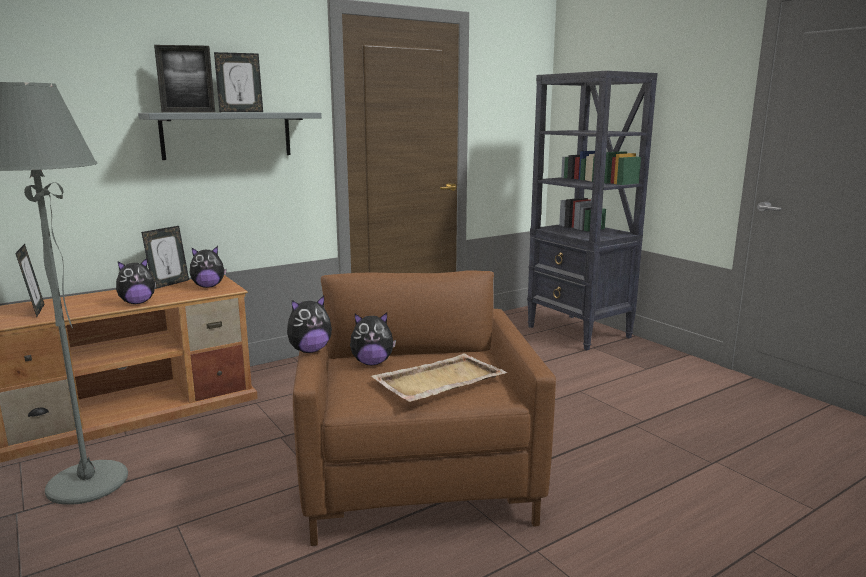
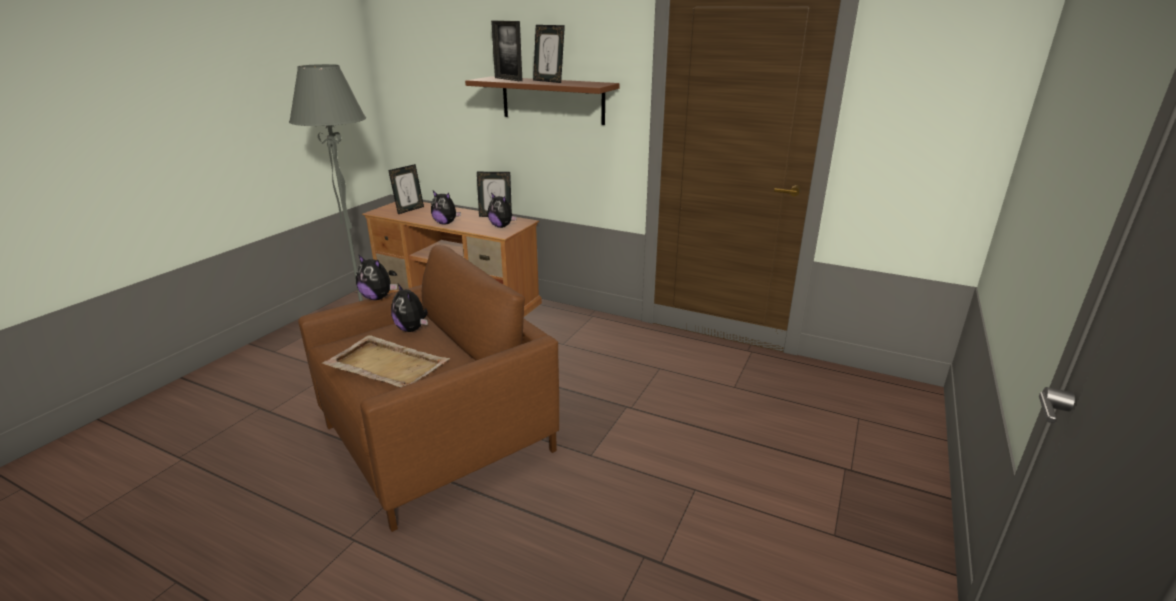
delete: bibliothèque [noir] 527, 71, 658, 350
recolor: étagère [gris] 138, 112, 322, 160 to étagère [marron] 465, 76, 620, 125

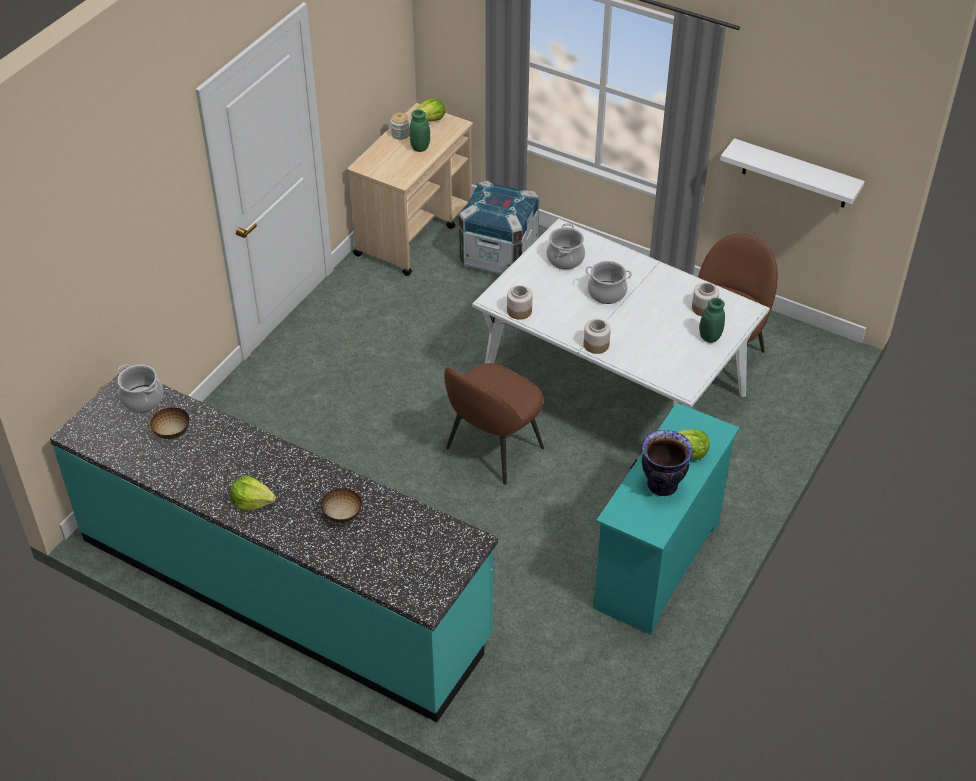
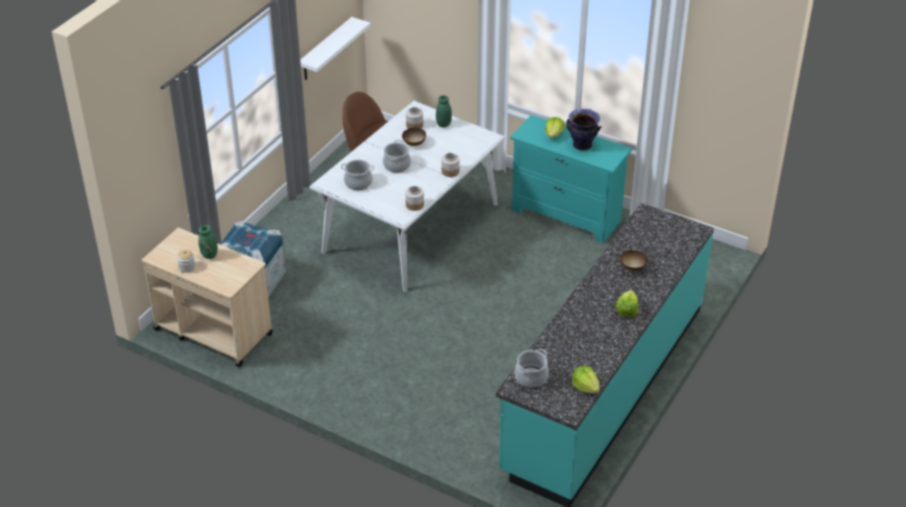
delete: chaise [marron] 444, 363, 544, 485
move: bol 150, 407, 189, 439 to 402, 128, 426, 146; laitue 416, 98, 445, 122 to 572, 366, 600, 394

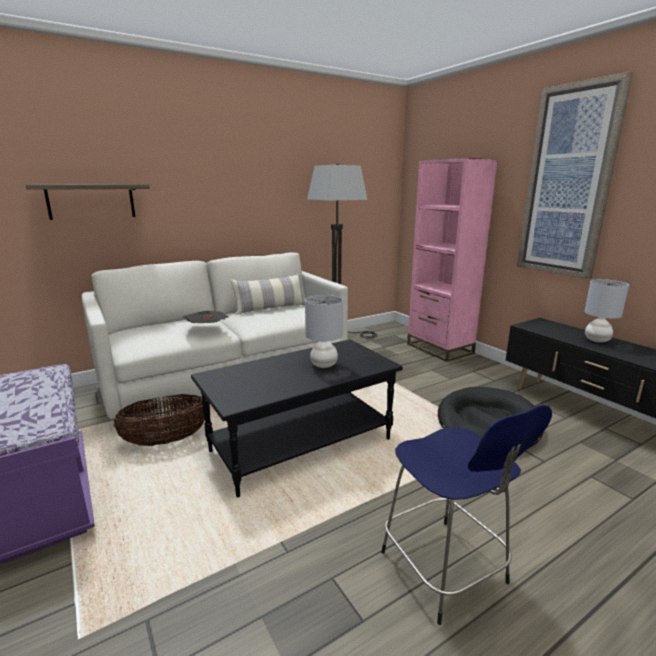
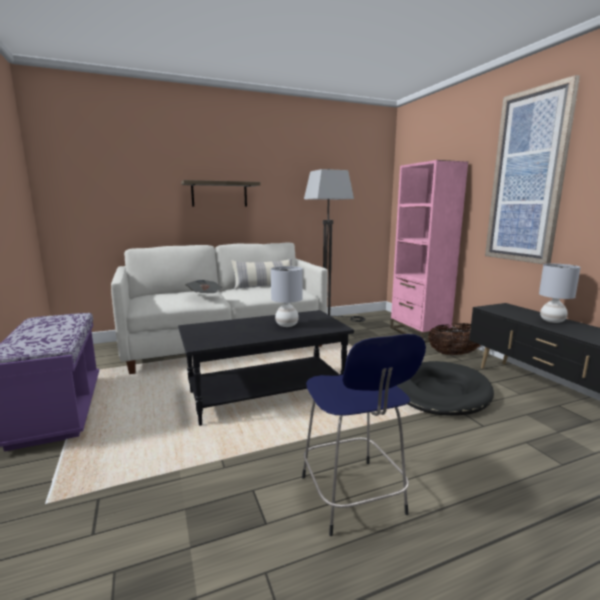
move: étagère 25, 184, 150, 220 to 181, 180, 260, 207; panier 113, 394, 205, 446 to 428, 323, 481, 355

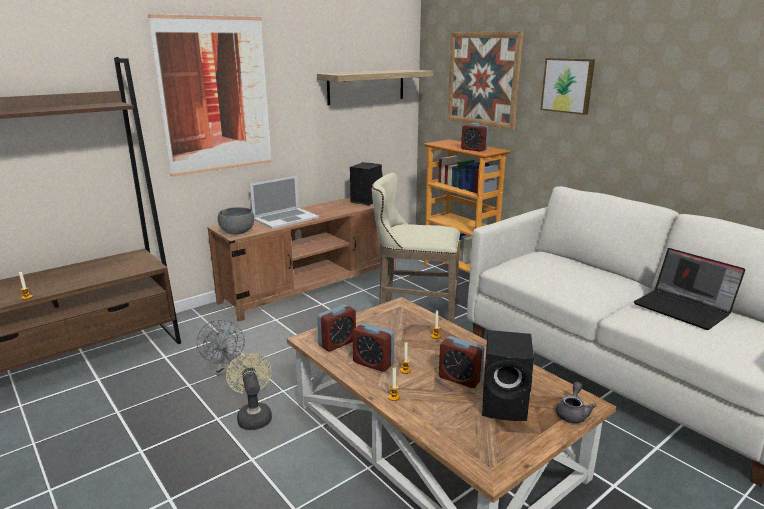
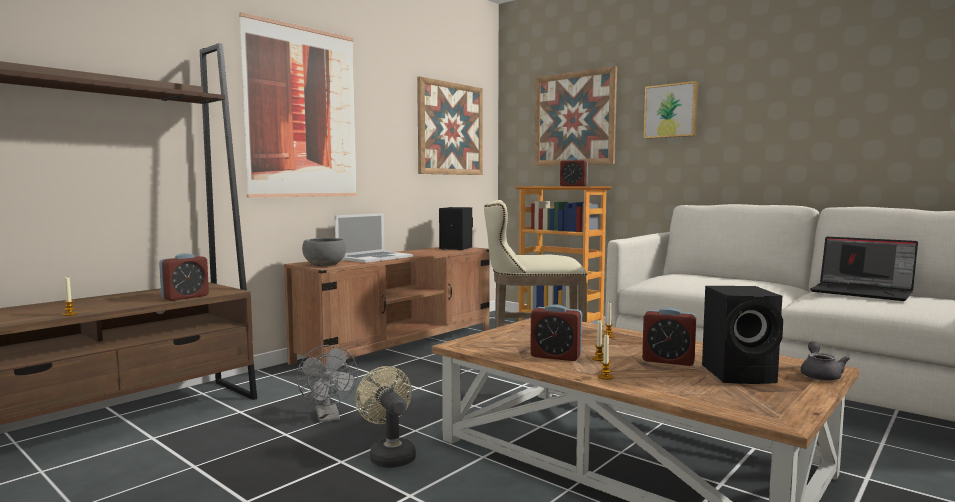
move: réveil 317, 304, 356, 351 to 159, 253, 209, 301
replace: étagère 317, 69, 433, 105 to tableau 417, 76, 483, 175

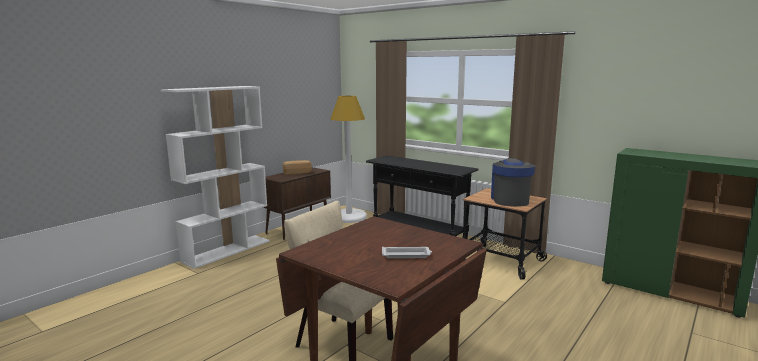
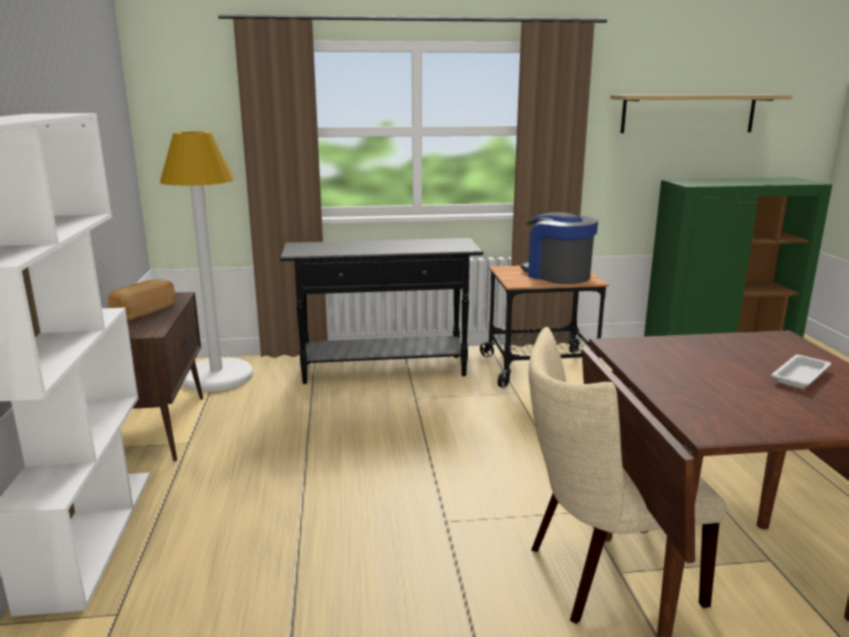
insert: étagère 610, 95, 792, 133

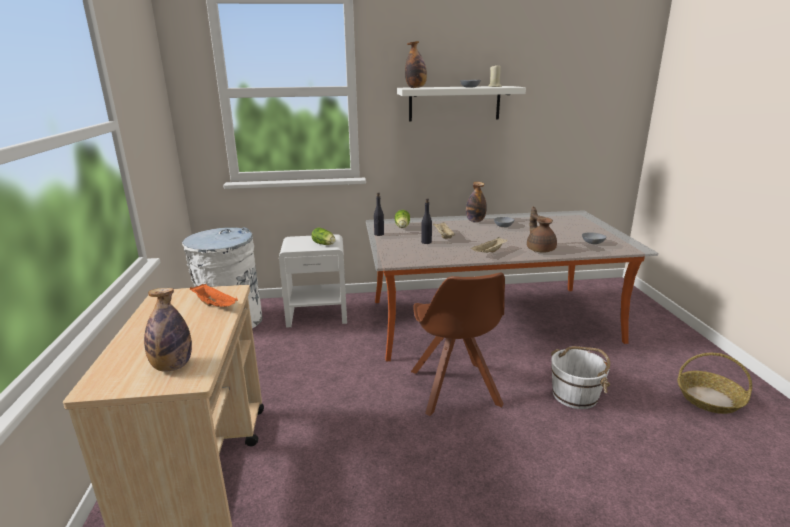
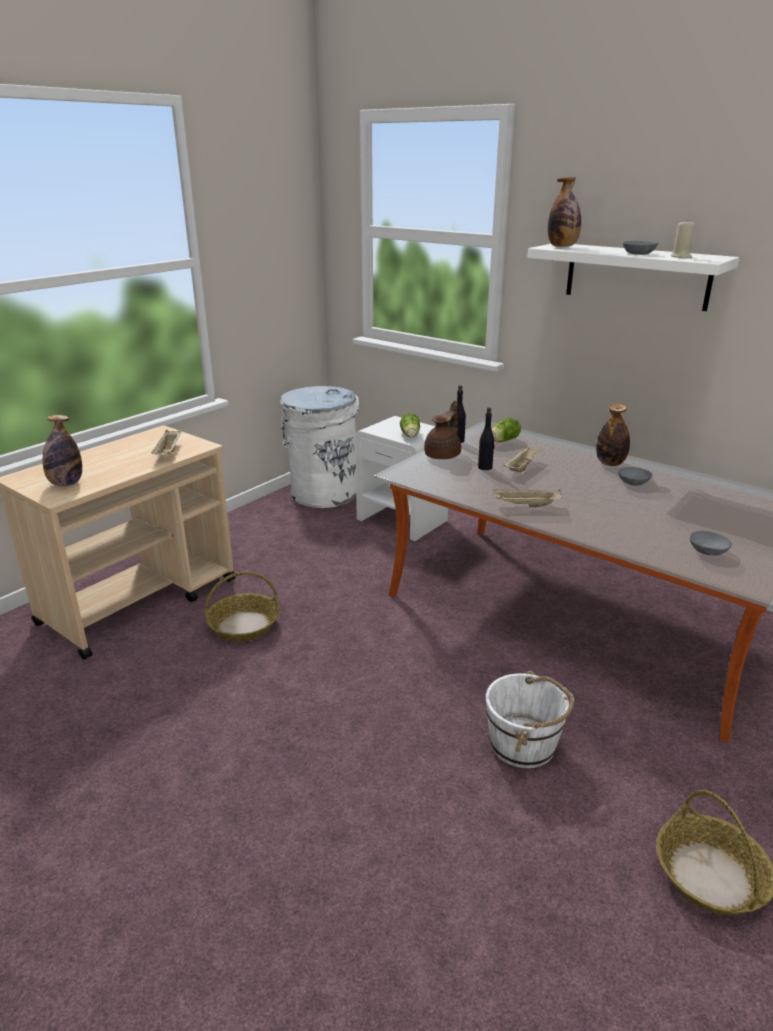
delete: chaise [marron] 411, 273, 505, 416
insert: panier 204, 572, 279, 642
move: théière [marron] 527, 207, 557, 252 to 424, 400, 461, 459
recolor: plateau [orange] 190, 284, 238, 307 to plateau [beige] 152, 430, 181, 455

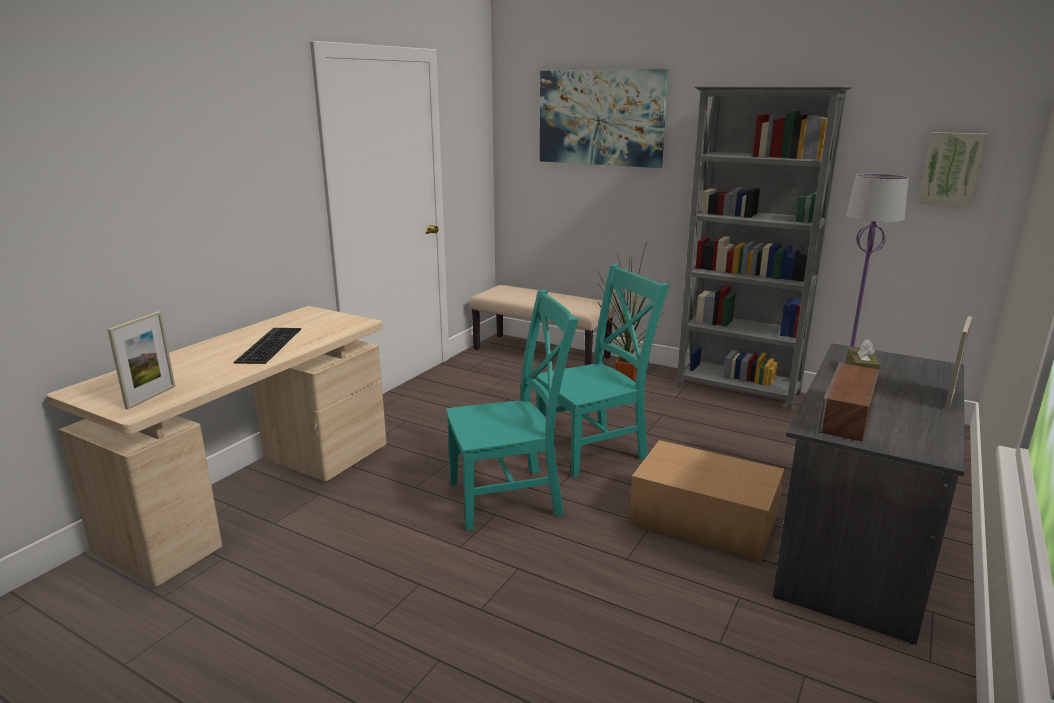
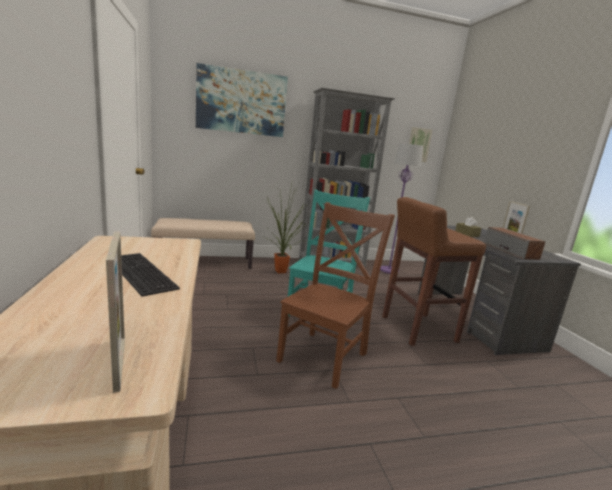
replace: carton 629, 440, 784, 561 to tabouret [marron] 382, 197, 486, 346
recolor: chaise [turquoise] 446, 290, 579, 531 to chaise [marron] 276, 202, 395, 389

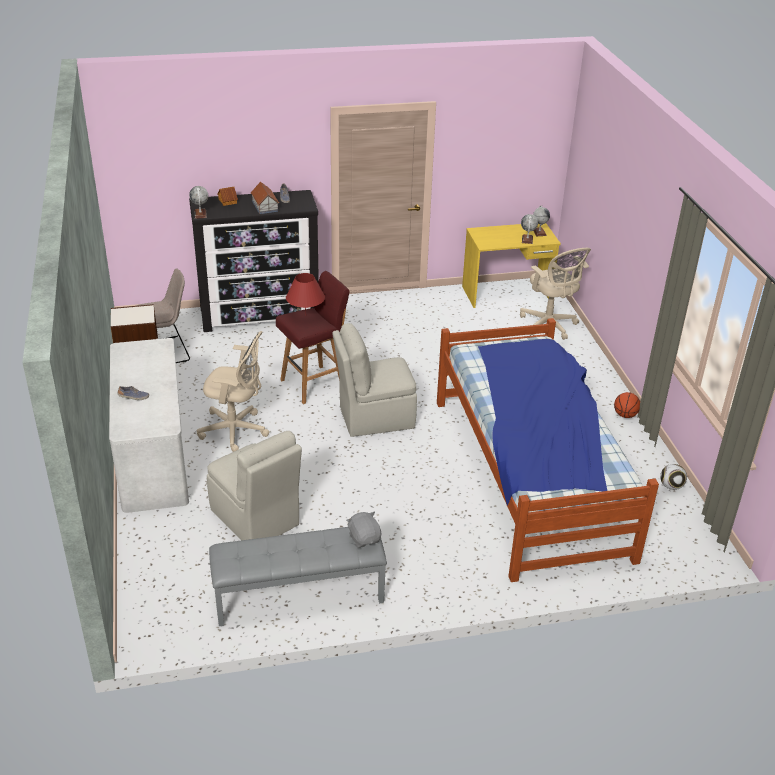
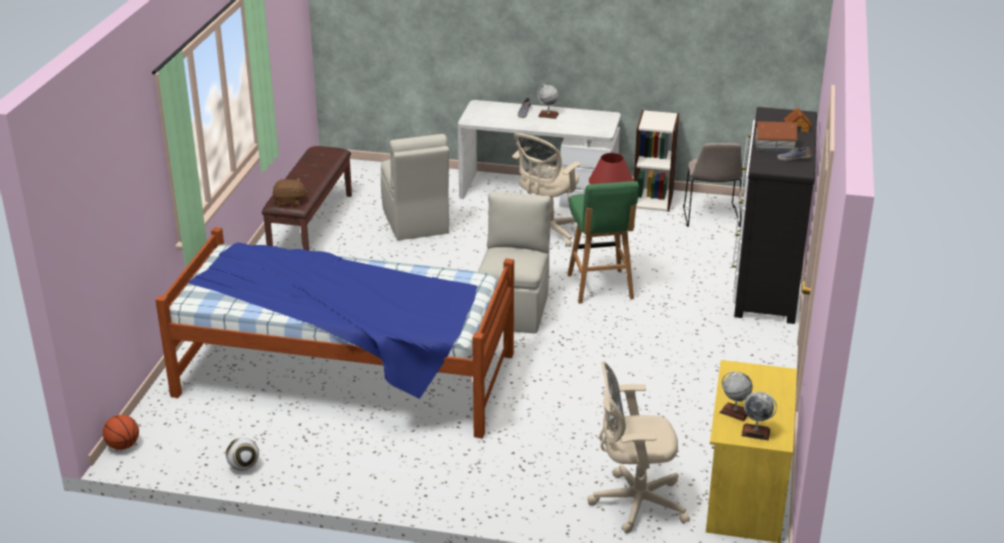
move: globe 189, 186, 208, 219 to 537, 84, 559, 119; ballon de basket 614, 392, 640, 418 to 103, 415, 139, 450
recolor: banc [gris] 209, 527, 387, 626 to banc [marron] 262, 146, 352, 251; tabouret [rouge] 276, 271, 350, 404 to tabouret [vert] 568, 181, 639, 304; peluche [gris] 346, 512, 381, 548 to peluche [marron] 273, 178, 308, 206
rotate: chaise [beige] 207, 431, 302, 540 = 381, 134, 449, 240 90 degrees counterclockwise

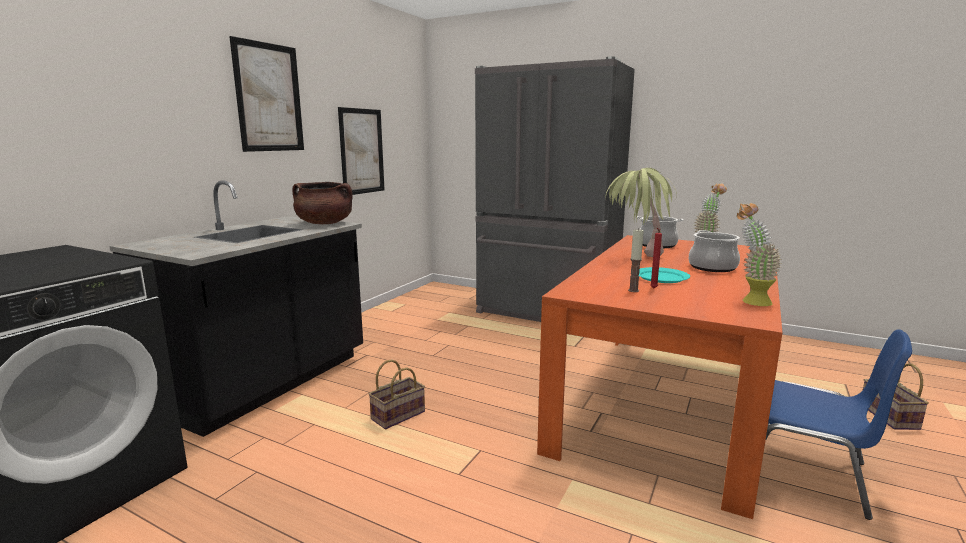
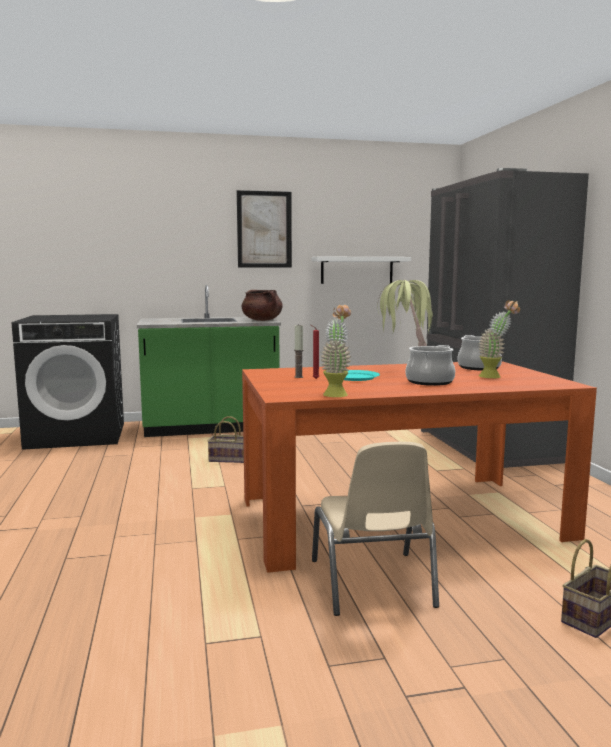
replace: tableau 338, 107, 385, 195 to étagère [blanc] 312, 257, 411, 284
recolor: comptoir de cuisine [noir] 110, 180, 363, 437 to comptoir de cuisine [vert] 137, 285, 281, 437; chaise [bleu] 765, 329, 912, 520 to chaise [beige] 312, 442, 439, 616

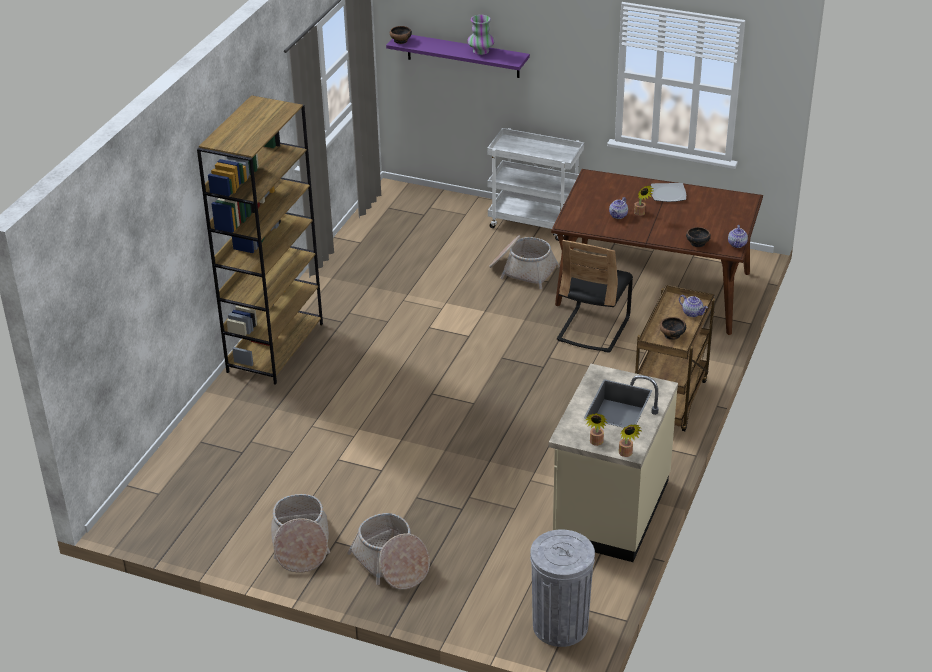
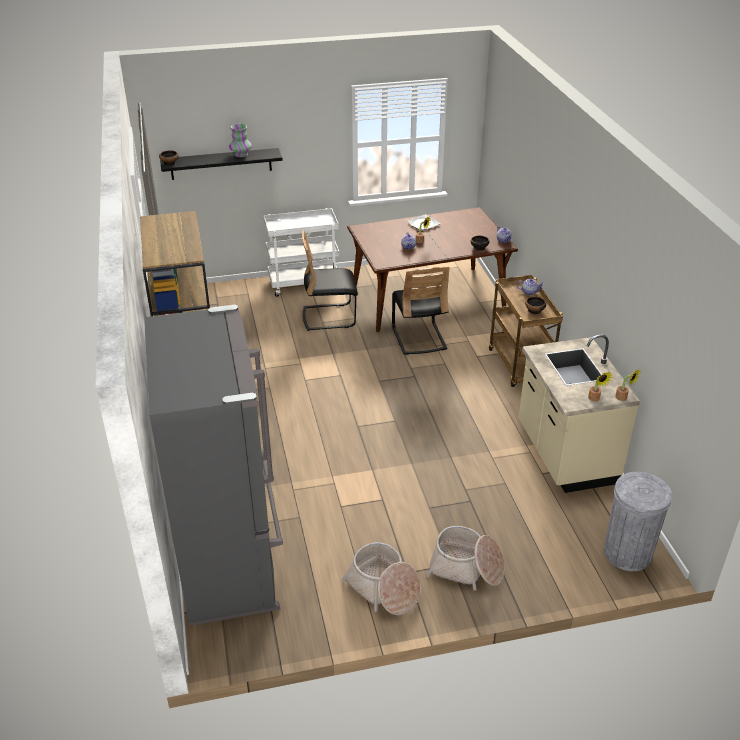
insert: réfrigérateur [gris] 144, 305, 283, 626
replace: panier 489, 235, 560, 289 to chaise [noir] 302, 230, 358, 331
recolor: étagère [violet] 386, 35, 530, 78 to étagère [noir] 160, 148, 283, 180

